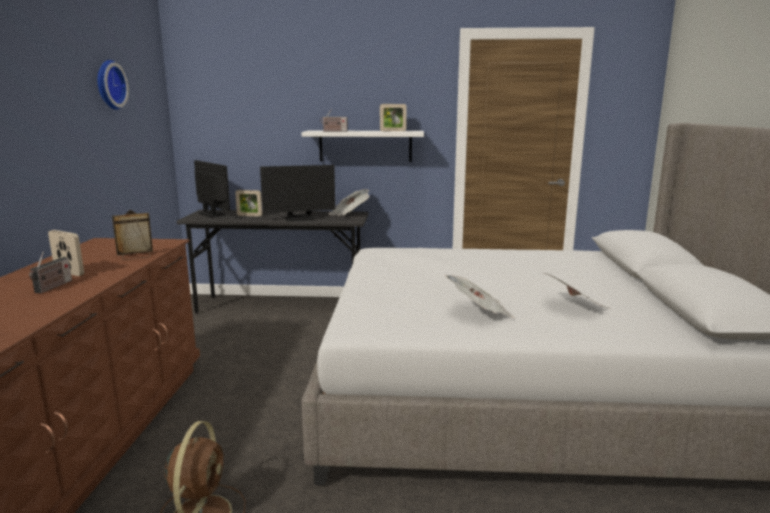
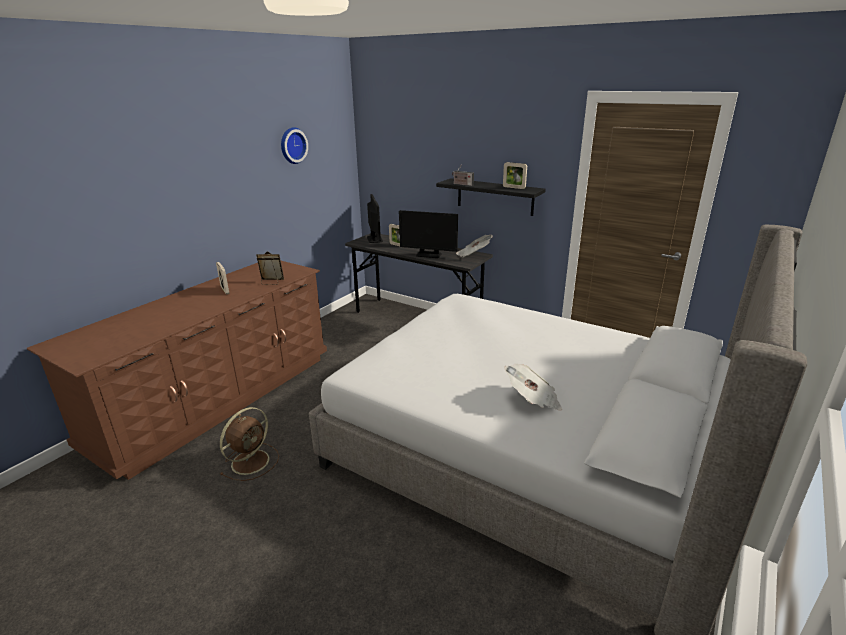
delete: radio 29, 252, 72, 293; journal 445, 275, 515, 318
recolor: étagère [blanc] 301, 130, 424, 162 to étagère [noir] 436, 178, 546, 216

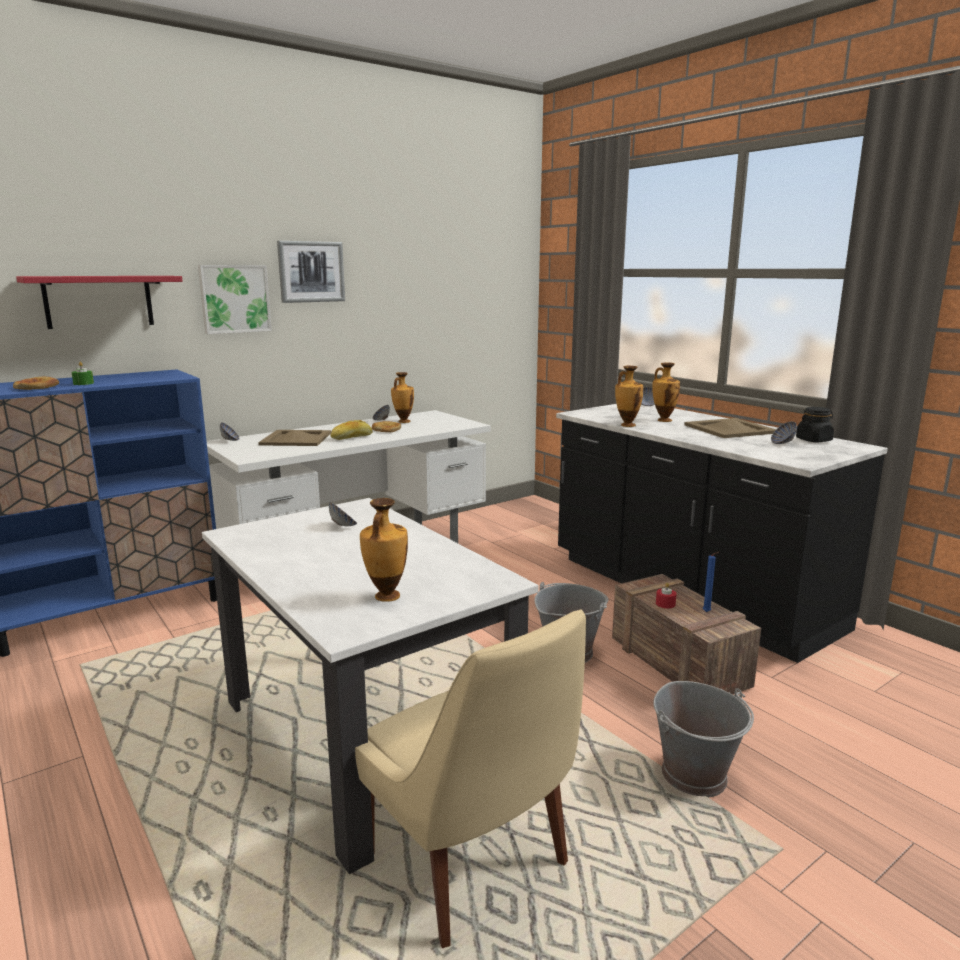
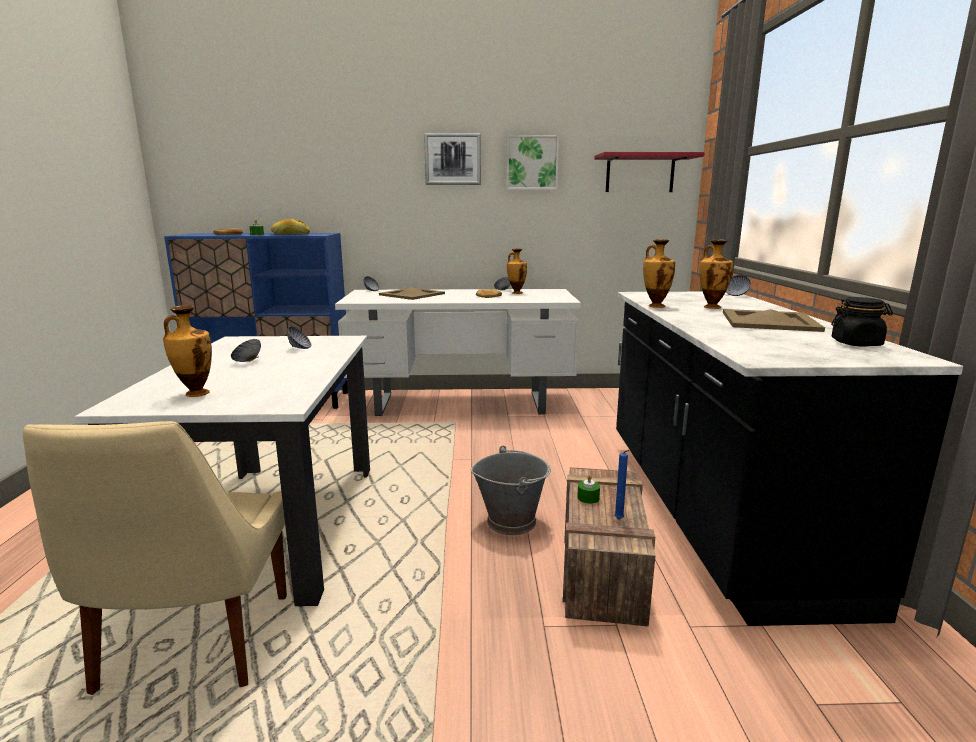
delete: seau [gris] 653, 681, 754, 798
move: étagère [rouge] 16, 276, 183, 329 to 595, 152, 705, 192; tableau 198, 265, 272, 334 to 506, 135, 559, 190; pain 330, 420, 373, 440 to 271, 219, 310, 235; bol 771, 421, 797, 444 to 231, 339, 261, 362
recolor: bougie [rouge] 656, 583, 676, 608 to bougie [vert] 577, 474, 600, 504

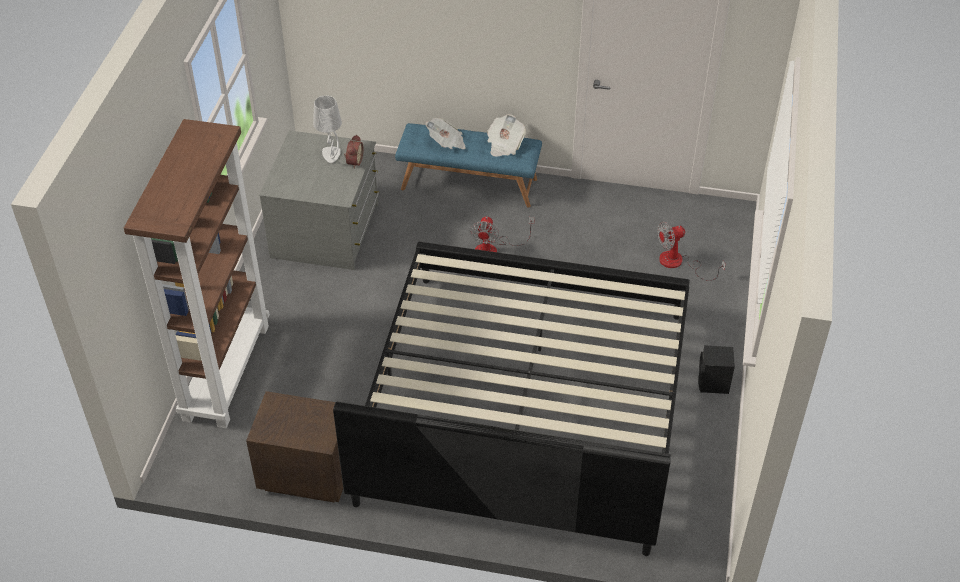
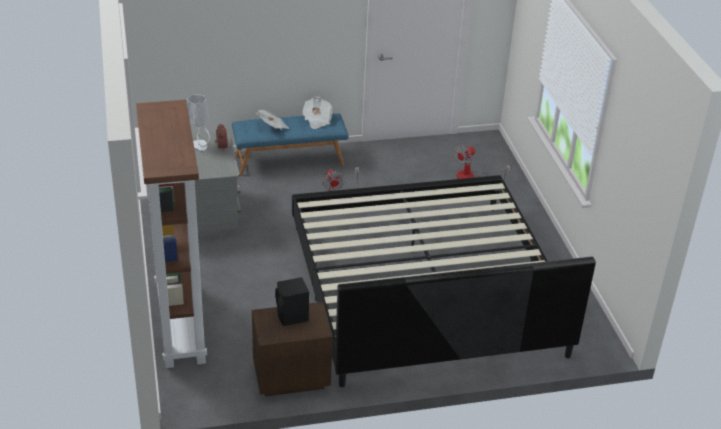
move: enceinte [noir] 698, 345, 735, 394 to 275, 277, 309, 326

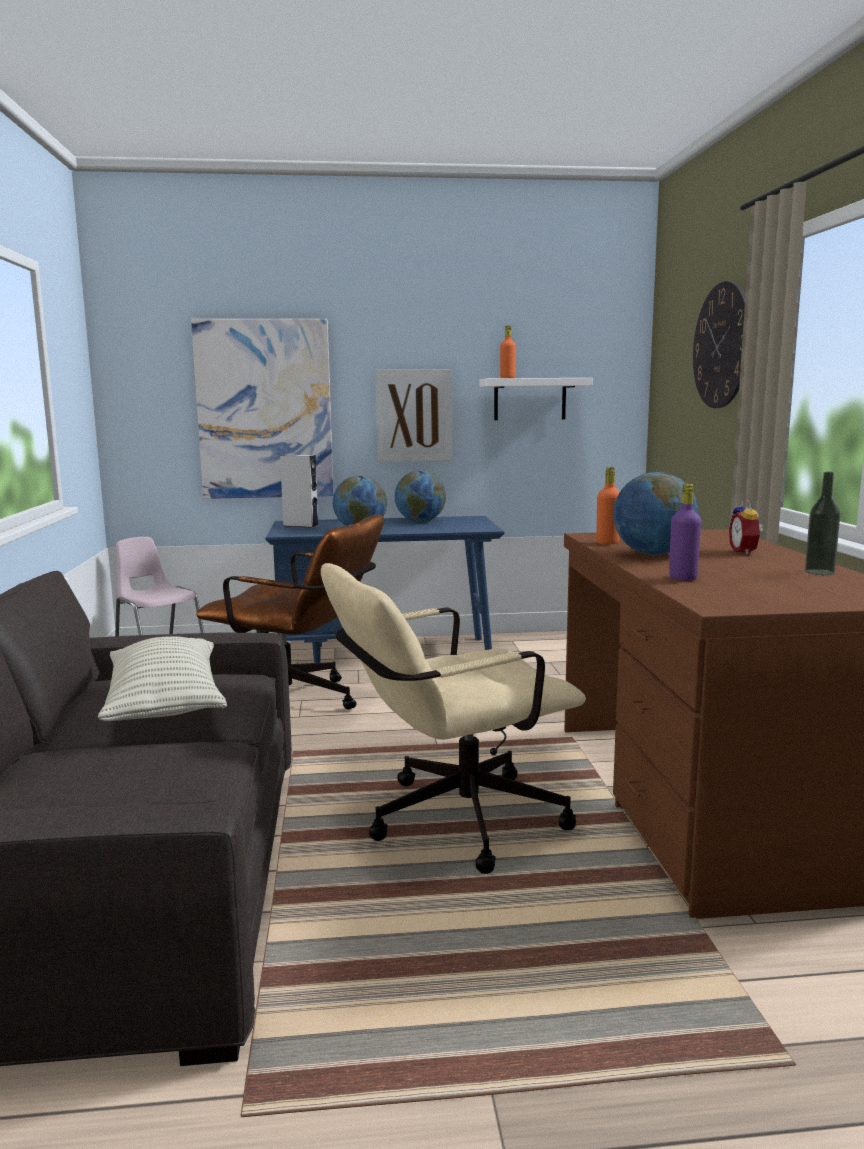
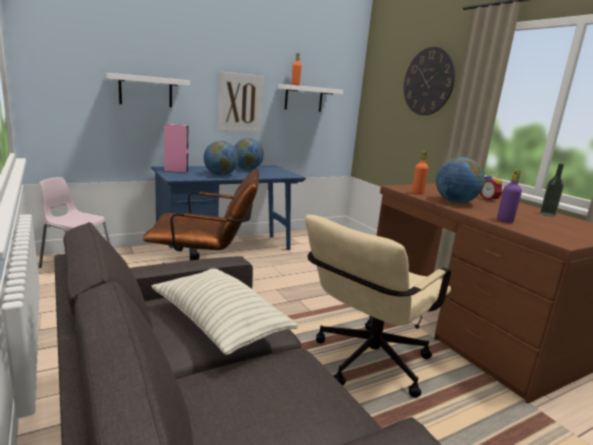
replace: tableau 191, 319, 334, 499 to étagère [blanc] 106, 73, 190, 107
recolor: enceinte [gris] 280, 455, 319, 528 to enceinte [rose] 164, 124, 188, 173

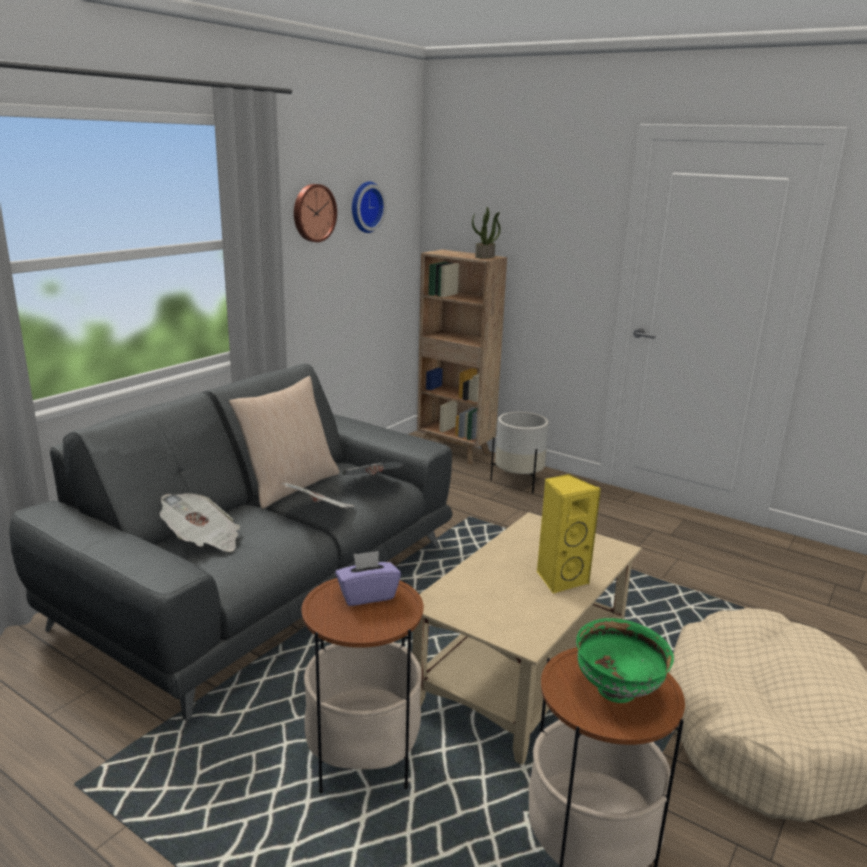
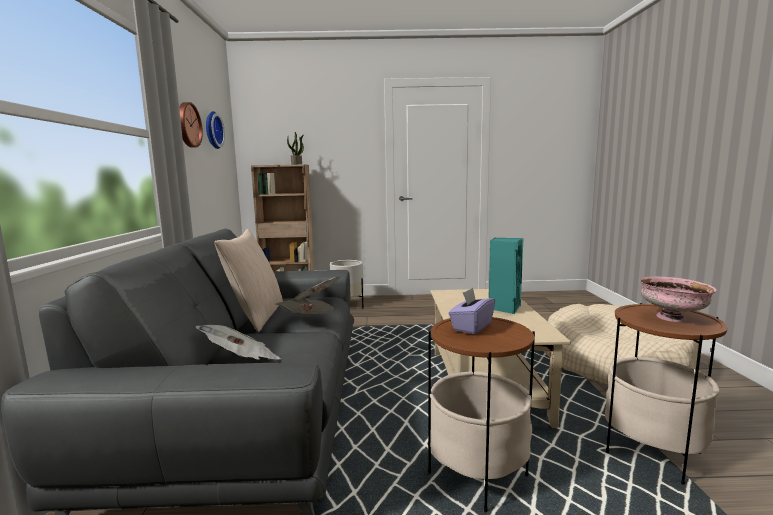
recolor: enceinte [jaune] 537, 474, 601, 594 to enceinte [turquoise] 489, 238, 523, 314; bol [vert] 576, 618, 674, 703 to bol [rose] 639, 277, 717, 322

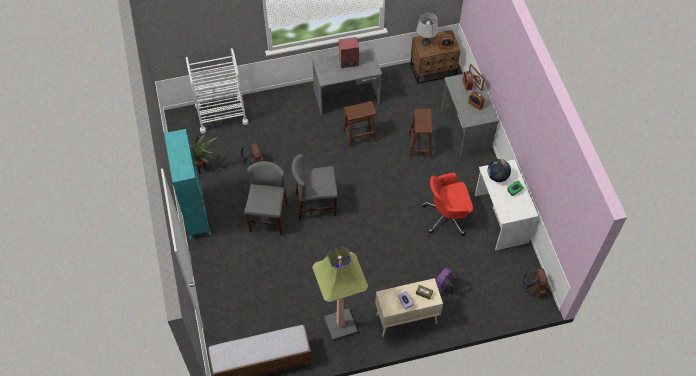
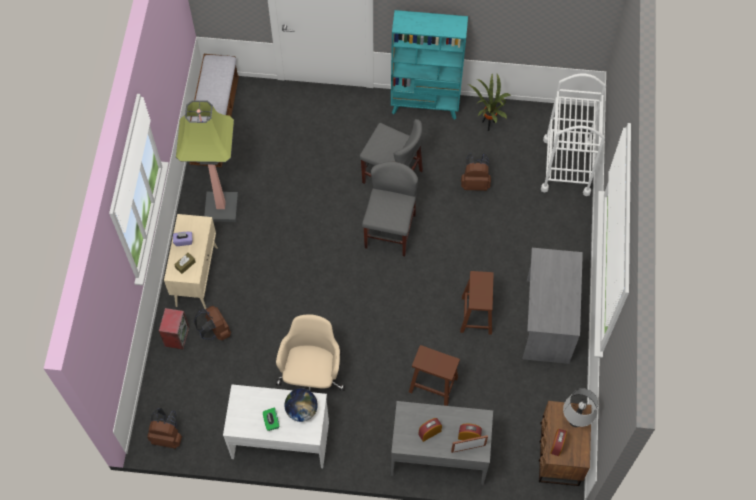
move: enceinte 339, 37, 359, 68 to 159, 308, 189, 350
recolor: chaise de bureau [rouge] 422, 173, 473, 236 to chaise de bureau [beige] 276, 314, 345, 391; sac à dos [violet] 435, 268, 460, 296 to sac à dos [marron] 194, 306, 231, 340

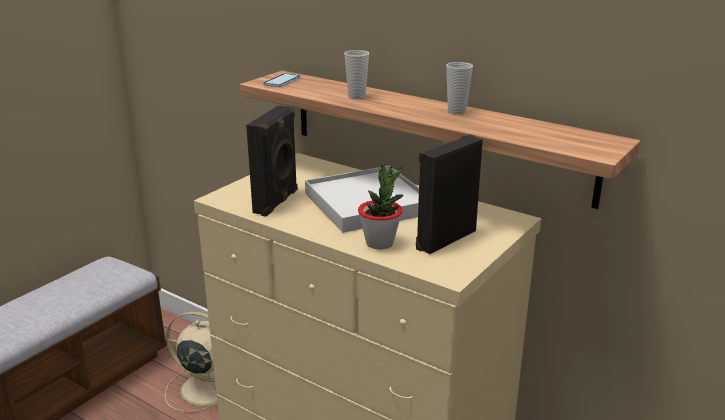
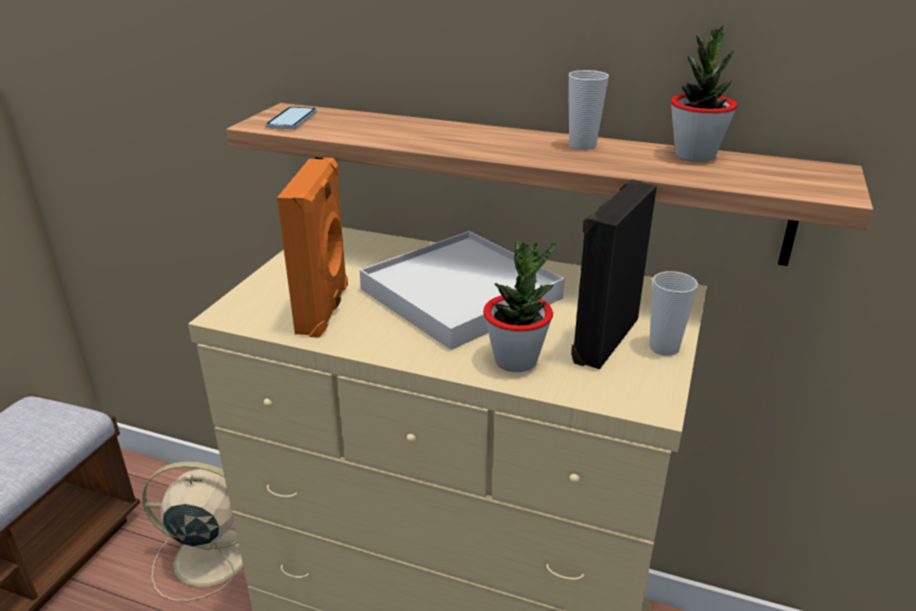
insert: plante en pot 671, 24, 737, 162
move: tasse 344, 50, 369, 100 to 649, 271, 698, 356
recolor: enceinte [noir] 246, 105, 298, 217 to enceinte [orange] 277, 158, 348, 338

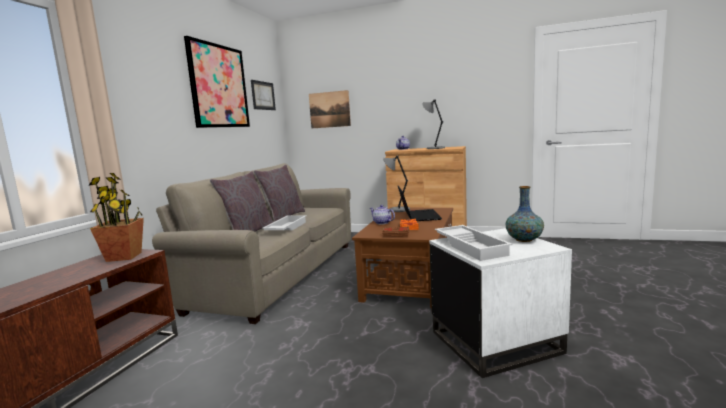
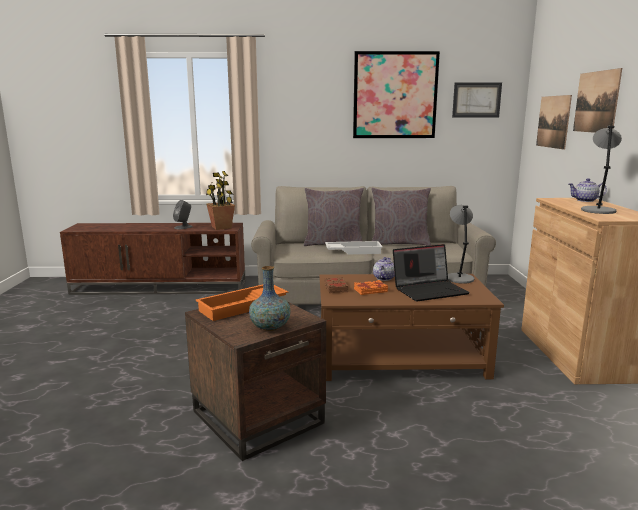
insert: enceinte [gris] 173, 200, 193, 229; tableau 573, 68, 622, 133
recolor: table d'appoint [blanc] 429, 228, 572, 378 to table d'appoint [marron] 185, 302, 326, 461; plateau [blanc] 435, 225, 513, 261 to plateau [orange] 196, 285, 288, 321

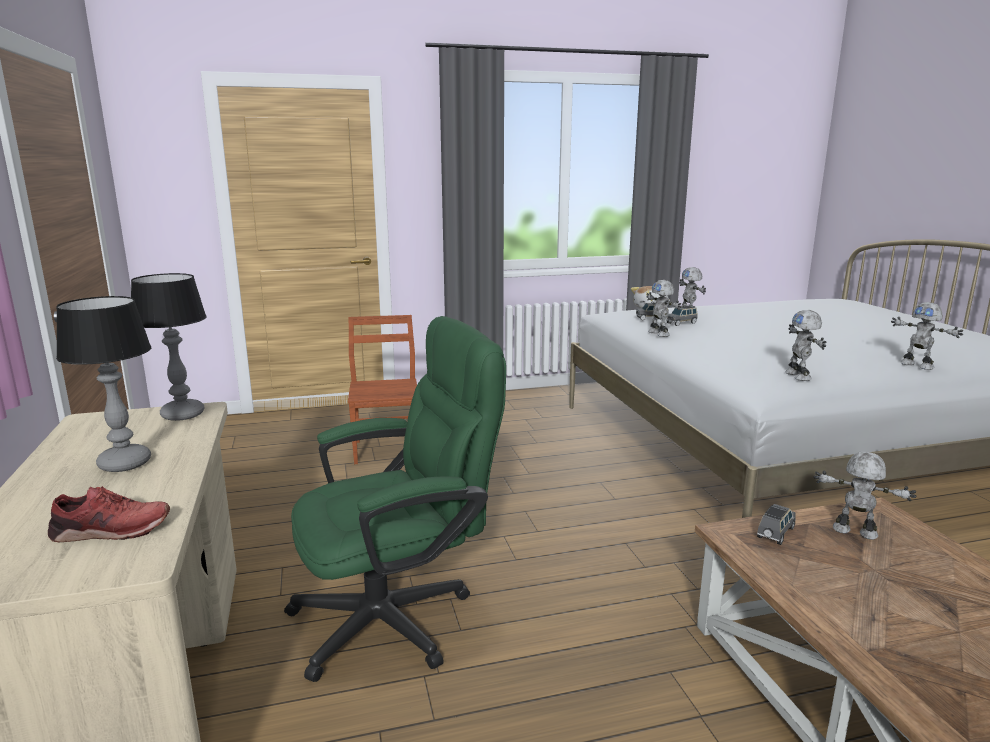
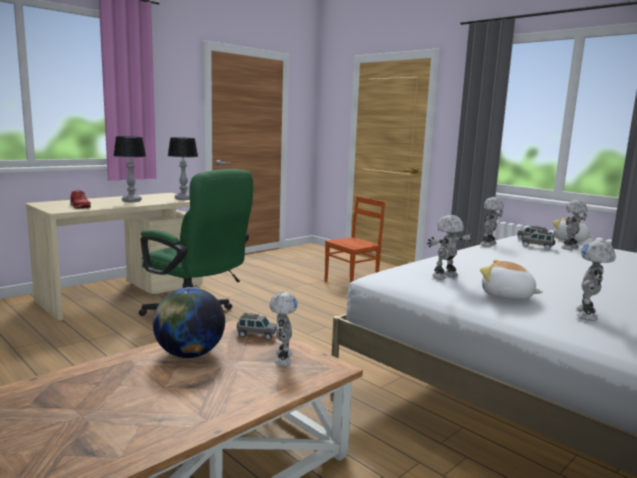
insert: globe 153, 287, 225, 358; peluche 480, 259, 543, 300

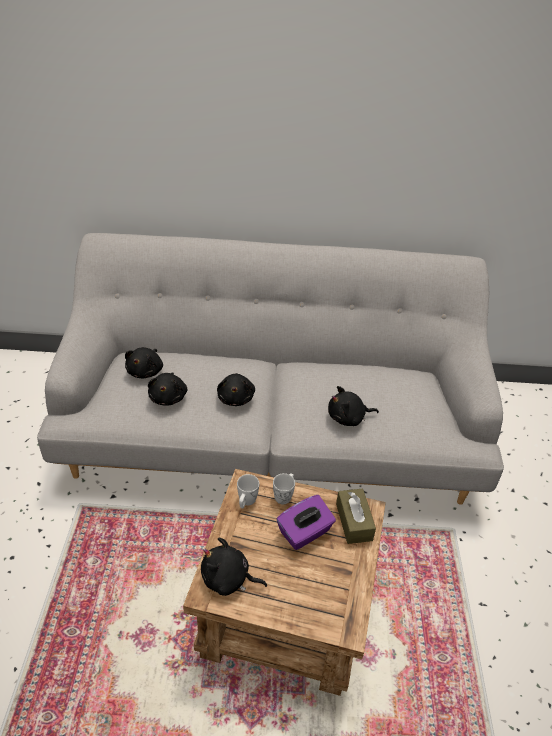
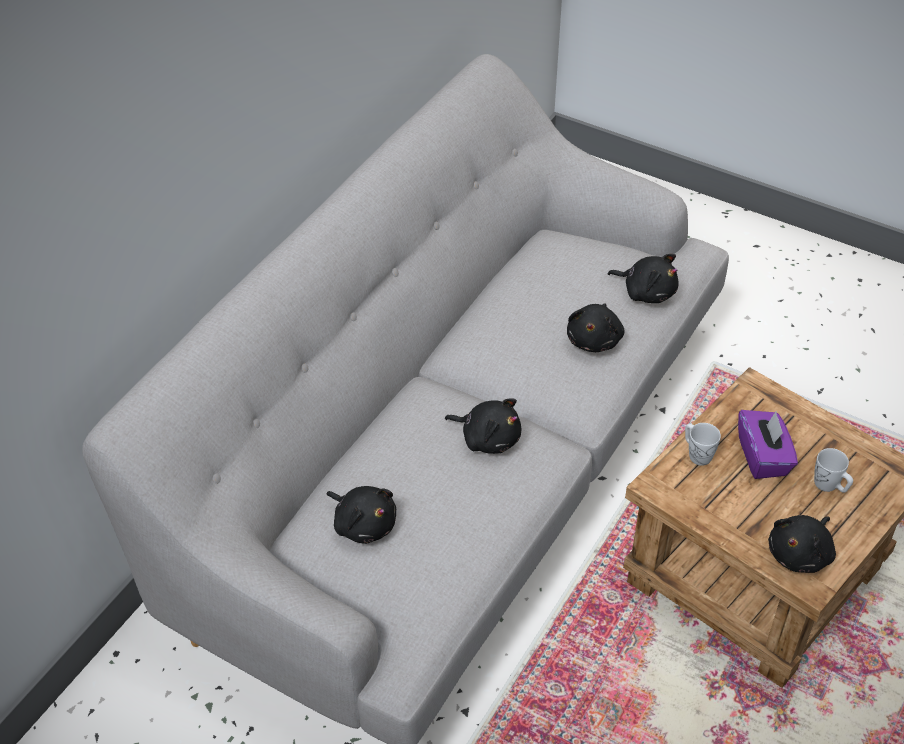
delete: boîte à mouchoirs [marron] 336, 488, 376, 544
move: peluche [noir] 148, 372, 187, 406 to 608, 254, 679, 303; mug [blanc] 237, 474, 259, 508 to 814, 448, 853, 493

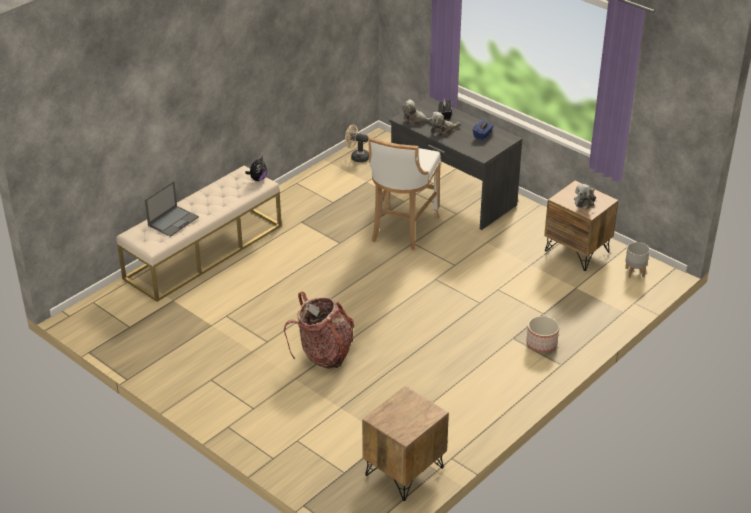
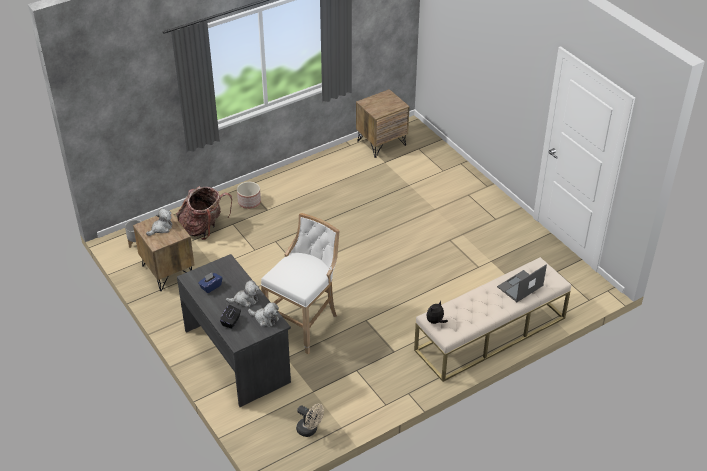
move: sac à dos 284, 292, 354, 369 to 176, 186, 232, 240

